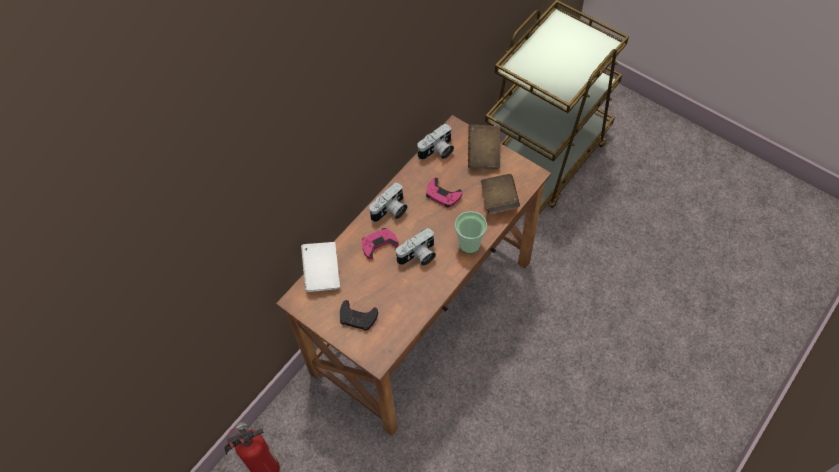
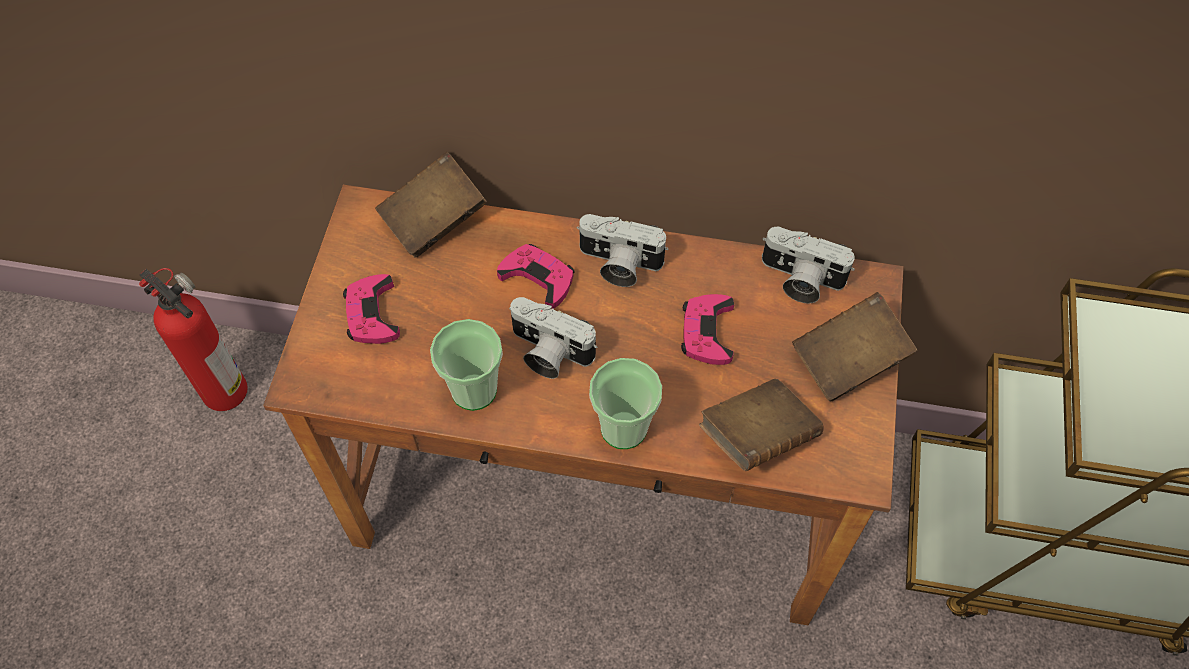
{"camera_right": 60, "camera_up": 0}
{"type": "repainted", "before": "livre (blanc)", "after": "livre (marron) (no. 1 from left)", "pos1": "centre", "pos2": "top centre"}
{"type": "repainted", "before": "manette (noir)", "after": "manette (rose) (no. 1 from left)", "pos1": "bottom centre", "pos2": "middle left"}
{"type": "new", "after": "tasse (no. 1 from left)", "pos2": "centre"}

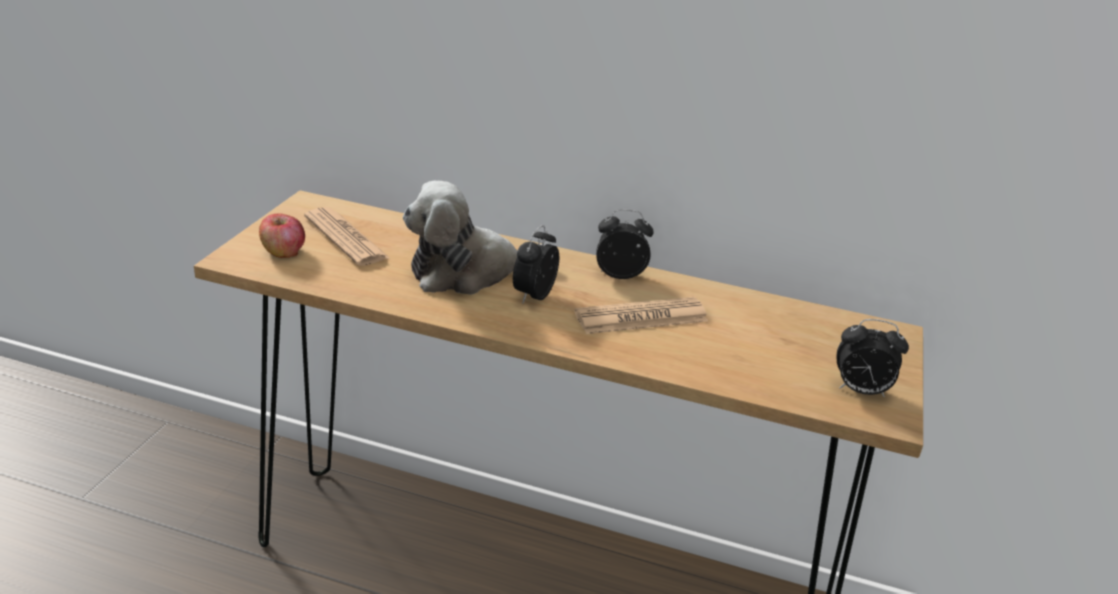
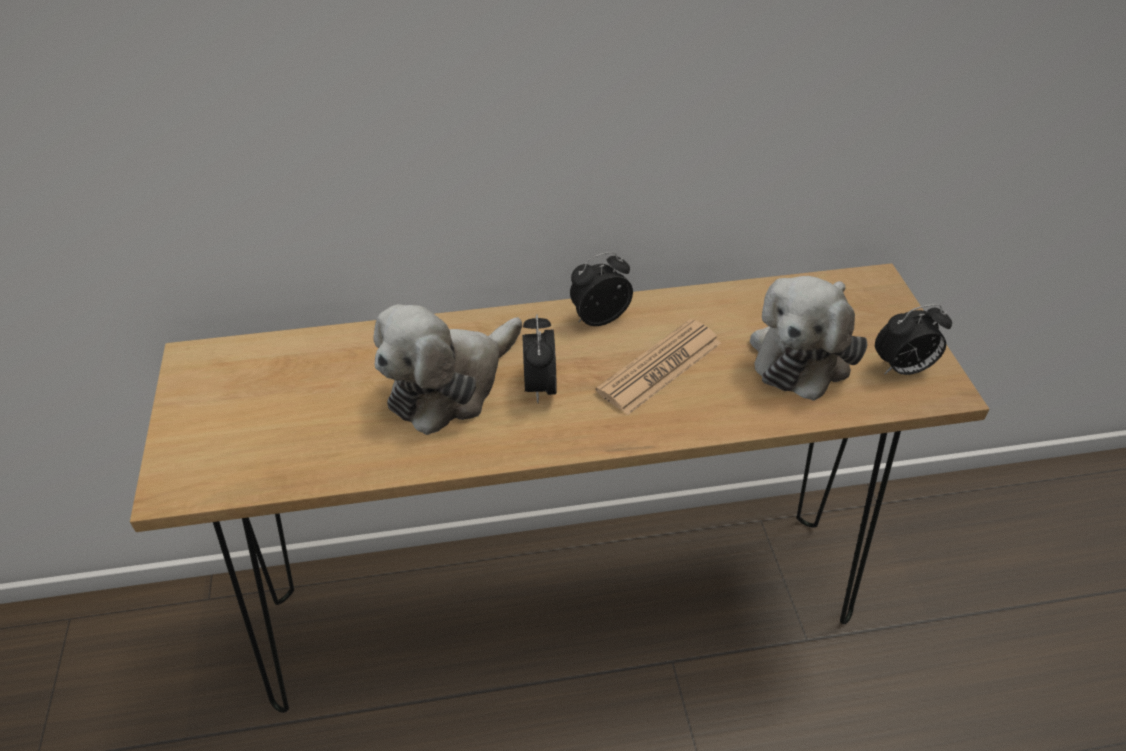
{"camera_right": -25, "camera_up": 15}
{"type": "gone", "before": "pomme", "pos1": "middle left"}
{"type": "gone", "before": "journal (no. 1 from left)", "pos1": "middle left"}
{"type": "new", "after": "peluche (no. 2 from left)", "pos2": "middle right"}

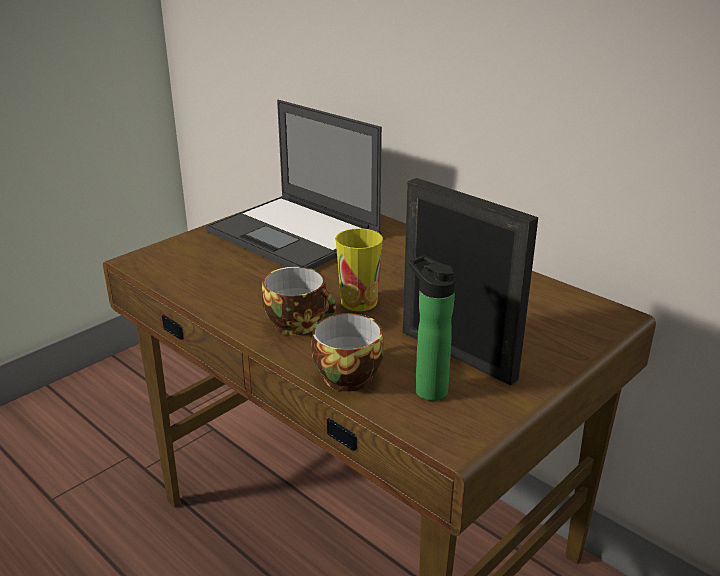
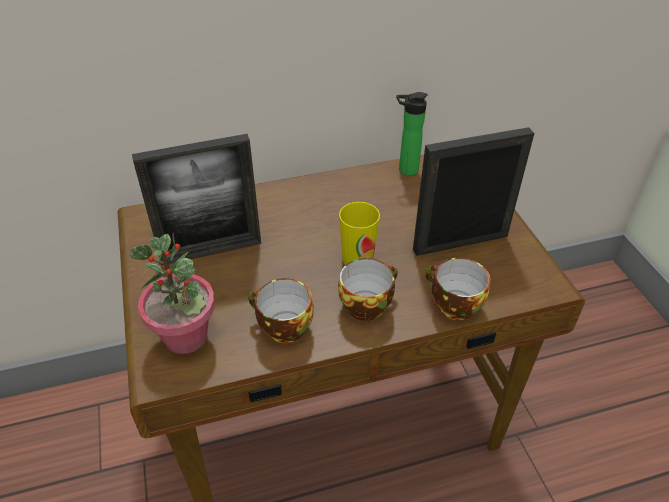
{"camera_right": -60, "camera_up": 15}
{"type": "swapped", "before": "ordinateur portable", "after": "cadre photo (no. 1 from left)", "pos1": "top centre", "pos2": "middle left"}
{"type": "shifted", "before": "bouteille", "pos1": "centre", "pos2": "top centre"}
{"type": "new", "after": "plante en pot", "pos2": "middle left"}
{"type": "new", "after": "tasse (no. 1 from left)", "pos2": "centre"}

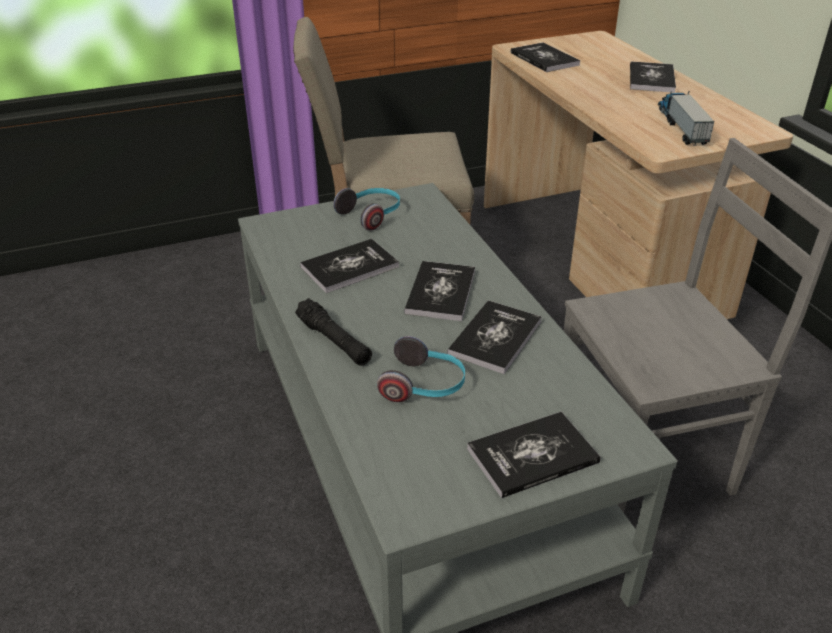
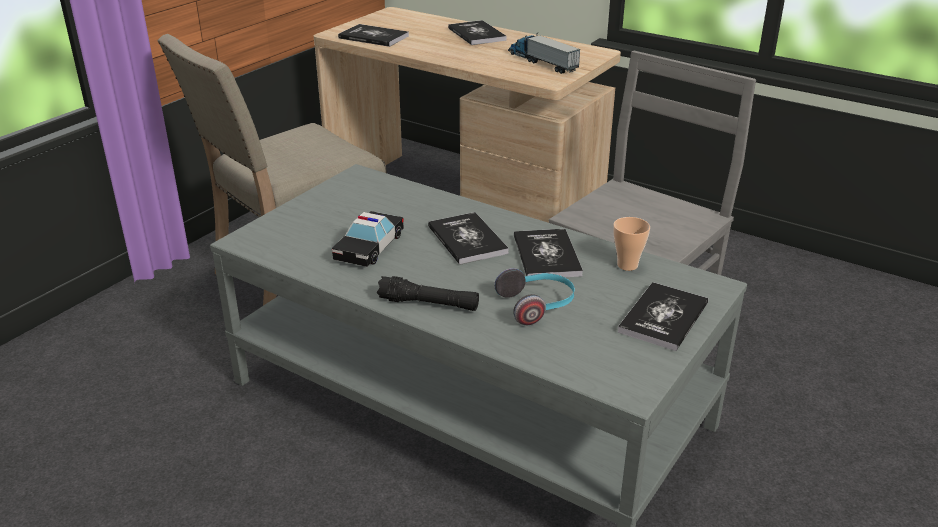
{"camera_right": -35, "camera_up": -5}
{"type": "swapped", "before": "livre (no. 1 from left)", "after": "petite voiture", "pos1": "centre", "pos2": "centre"}
{"type": "gone", "before": "casque audio (no. 1 from left)", "pos1": "top centre"}
{"type": "new", "after": "tasse", "pos2": "middle right"}

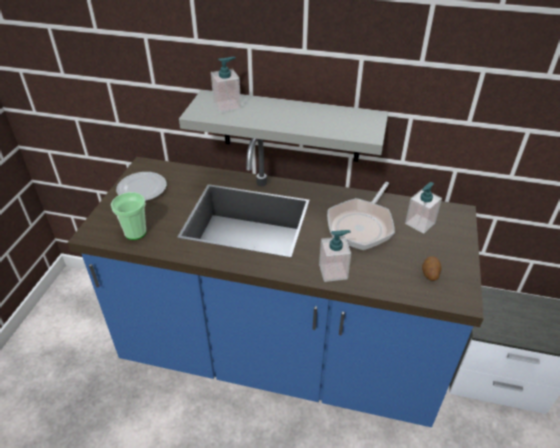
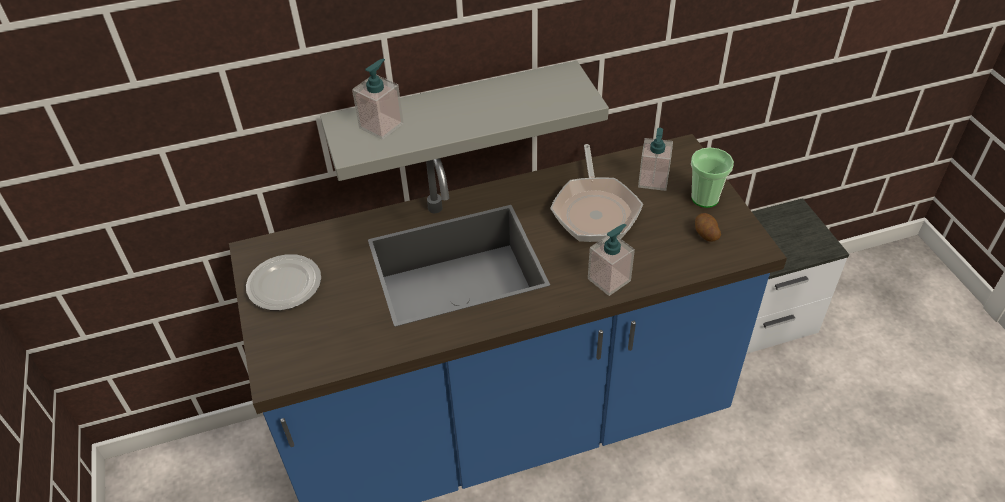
{"camera_right": -30, "camera_up": 5}
{"type": "shifted", "before": "tasse", "pos1": "middle left", "pos2": "middle right"}

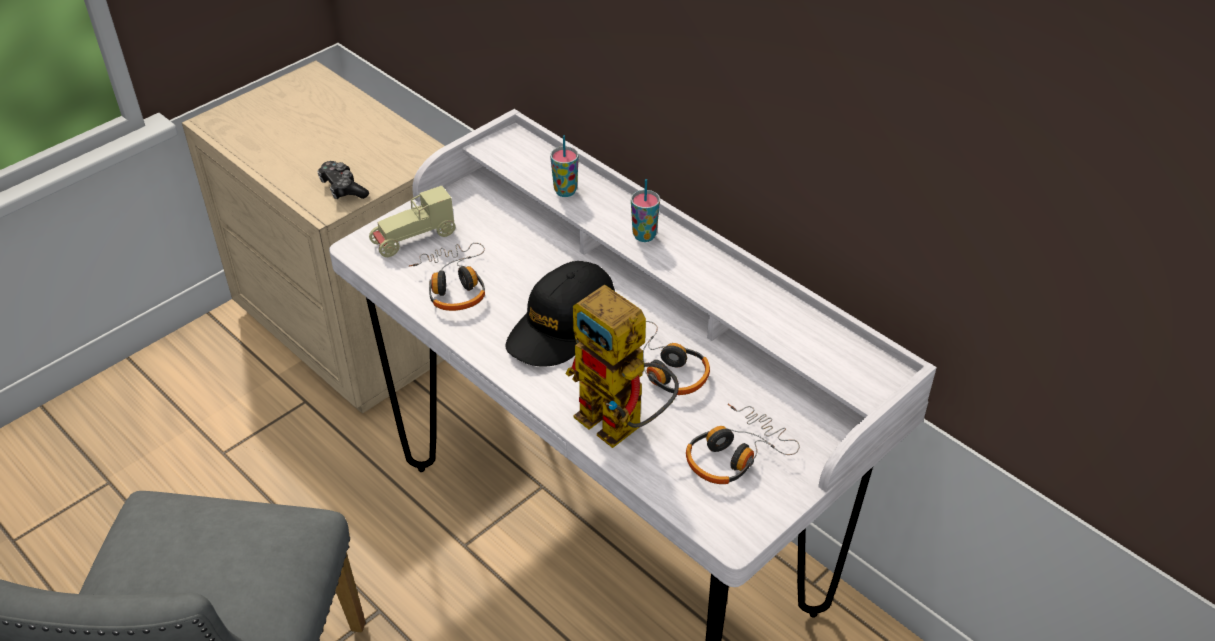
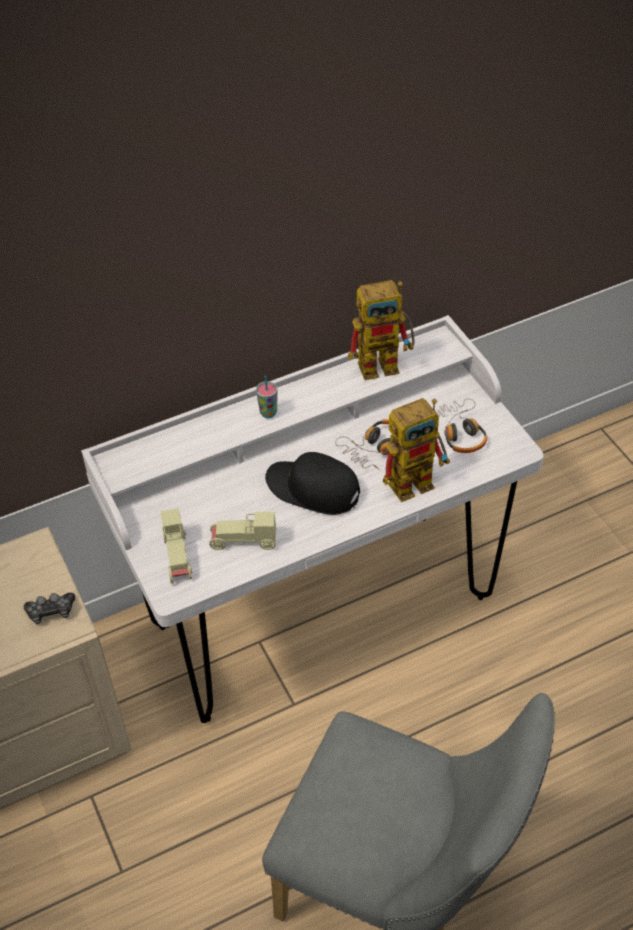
{"camera_right": -70, "camera_up": 5}
{"type": "swapped", "before": "casque audio (no. 1 from left)", "after": "petite voiture (beige) (no. 2 from left)", "pos1": "centre", "pos2": "centre"}
{"type": "rotated", "before": "casquette (noir)", "pos1": "centre", "pos2": "centre", "turn": 150}
{"type": "gone", "before": "tasse (no. 1 from left)", "pos1": "top centre"}
{"type": "new", "after": "robot jouet (no. 1 from left)", "pos2": "centre"}

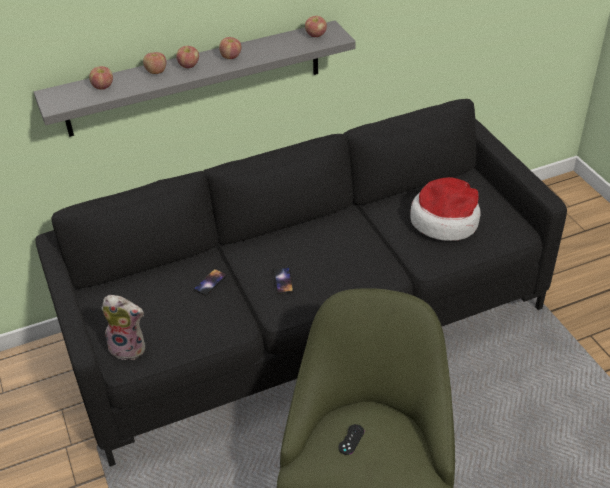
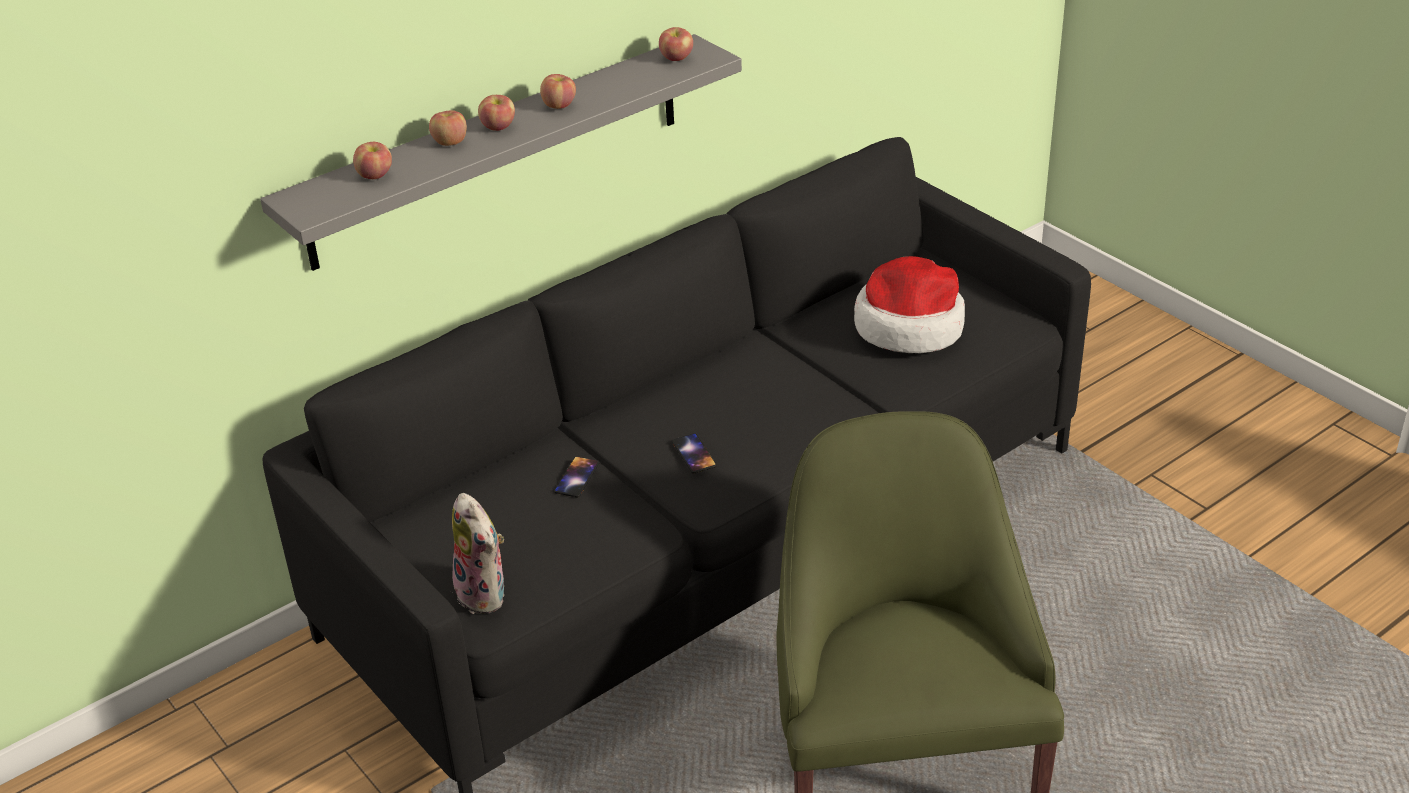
{"camera_right": -15, "camera_up": -5}
{"type": "rotated", "before": "peluche", "pos1": "bottom left", "pos2": "bottom centre", "turn": 60}
{"type": "gone", "before": "manette (noir)", "pos1": "bottom centre"}

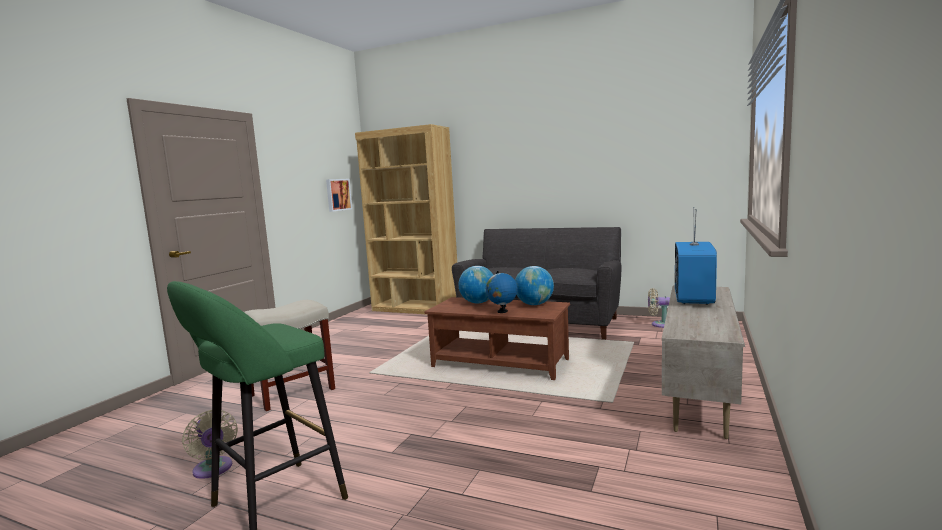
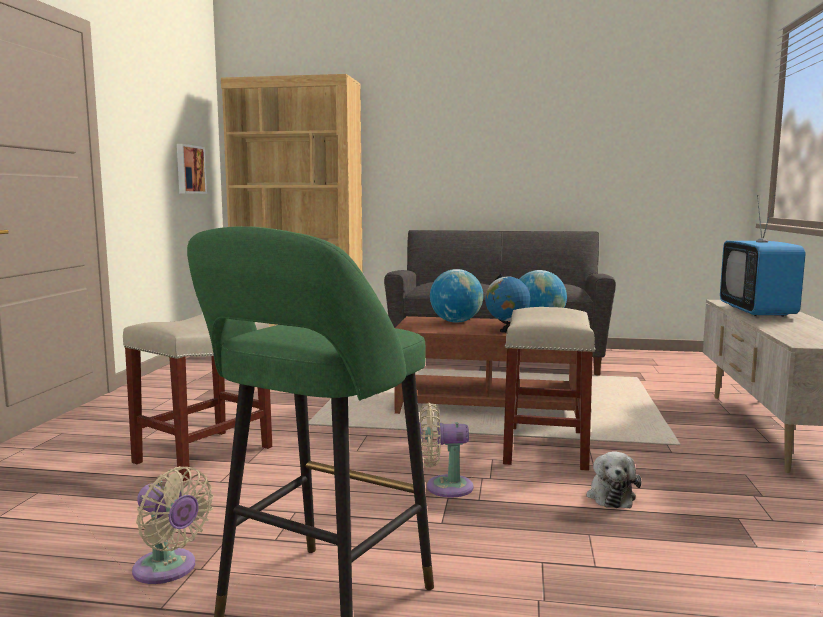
{"camera_right": -15, "camera_up": 0}
{"type": "shifted", "before": "ventilateur (beige) (no. 2 from left)", "pos1": "middle right", "pos2": "bottom centre"}
{"type": "new", "after": "tabouret (beige) (no. 2 from left)", "pos2": "middle right"}
{"type": "new", "after": "peluche", "pos2": "bottom right"}

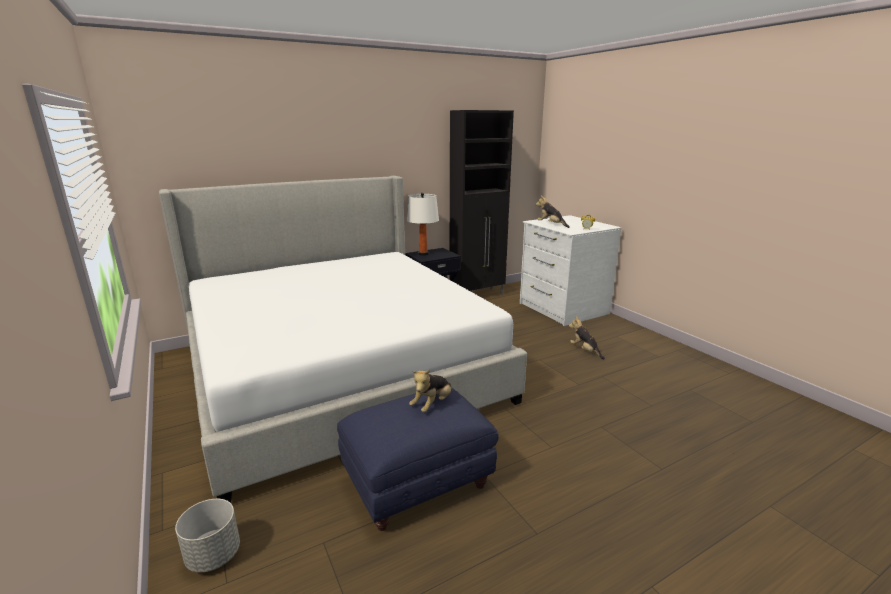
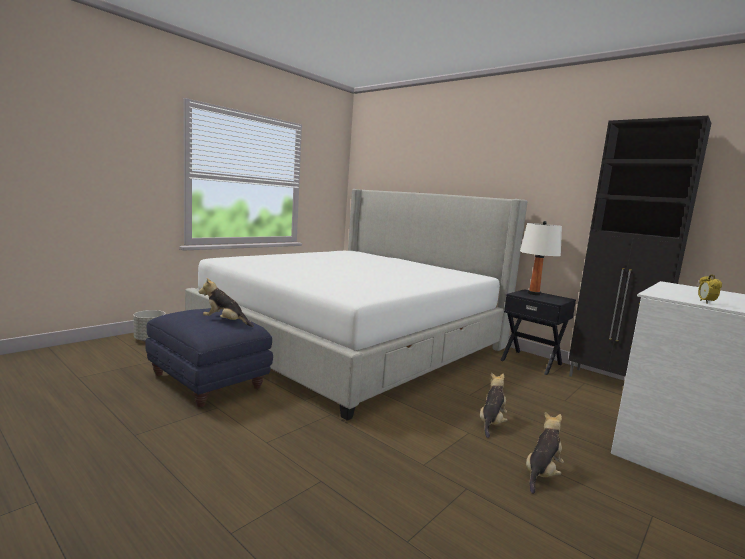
{"camera_right": 70, "camera_up": -10}
{"type": "shifted", "before": "peluche (no. 2 from left)", "pos1": "centre", "pos2": "bottom centre"}

